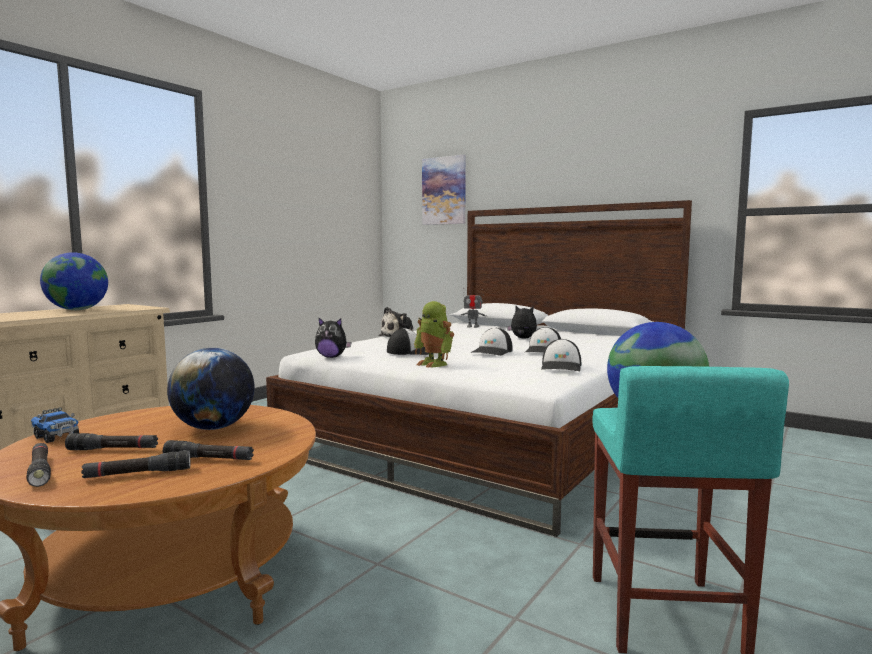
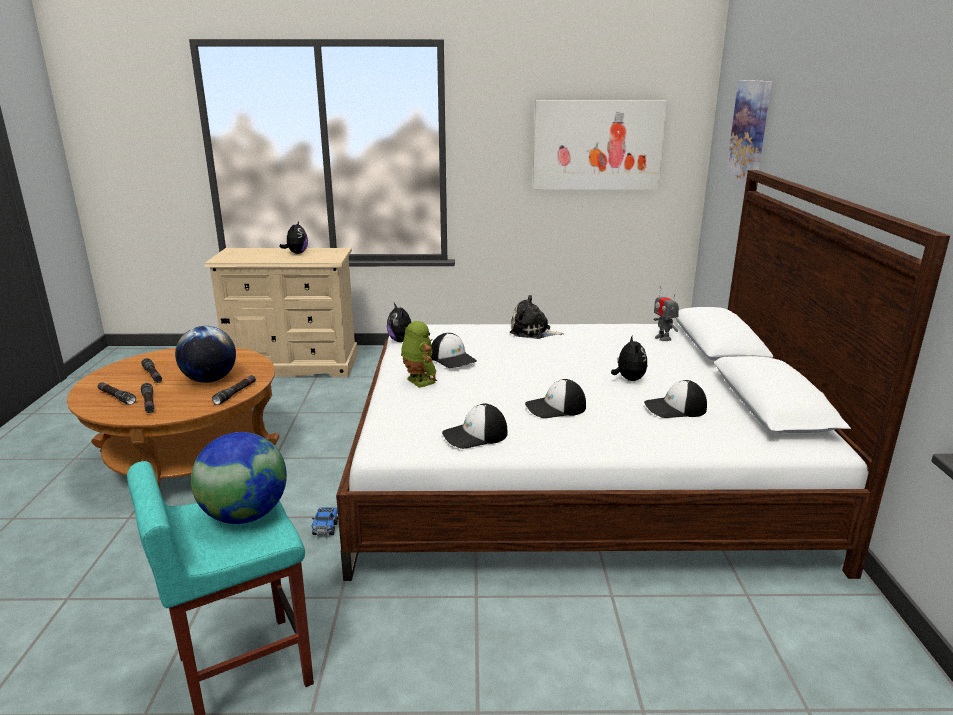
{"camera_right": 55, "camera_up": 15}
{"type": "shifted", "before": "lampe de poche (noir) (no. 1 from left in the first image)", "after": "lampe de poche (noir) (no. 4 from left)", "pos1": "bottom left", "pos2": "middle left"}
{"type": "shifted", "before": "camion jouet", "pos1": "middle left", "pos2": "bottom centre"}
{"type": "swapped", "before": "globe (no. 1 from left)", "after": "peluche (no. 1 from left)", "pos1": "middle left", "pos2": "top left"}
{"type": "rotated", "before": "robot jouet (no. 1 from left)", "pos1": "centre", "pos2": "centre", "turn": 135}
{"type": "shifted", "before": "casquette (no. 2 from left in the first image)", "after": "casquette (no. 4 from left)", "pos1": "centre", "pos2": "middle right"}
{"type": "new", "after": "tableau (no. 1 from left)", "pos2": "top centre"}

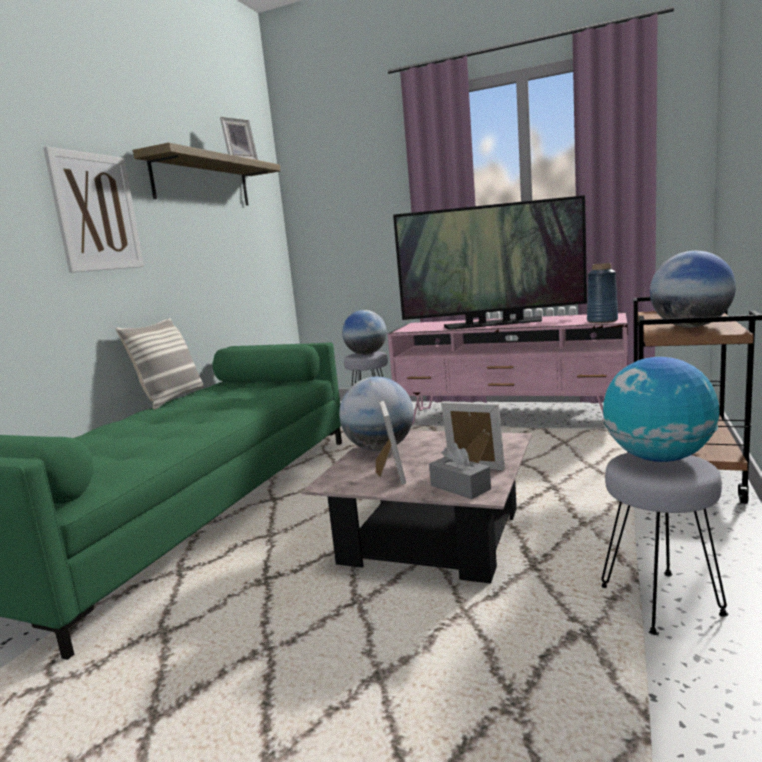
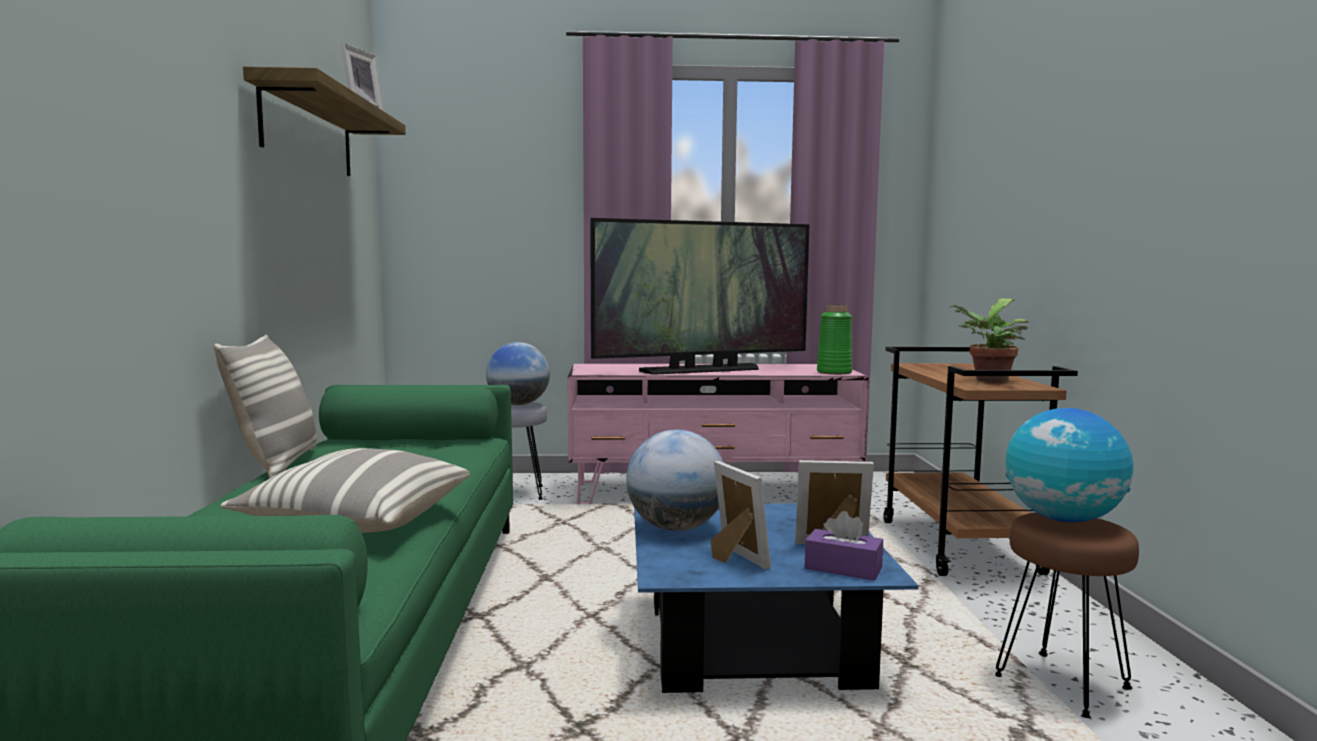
{"camera_right": -25, "camera_up": -5}
{"type": "gone", "before": "tableau", "pos1": "top left"}
{"type": "repainted", "before": "table basse (rose)", "after": "table basse (bleu)", "pos1": "centre", "pos2": "bottom centre"}
{"type": "repainted", "before": "boîte à mouchoirs (gris)", "after": "boîte à mouchoirs (violet)", "pos1": "centre", "pos2": "bottom centre"}
{"type": "repainted", "before": "vase (bleu)", "after": "vase (vert)", "pos1": "middle right", "pos2": "centre"}
{"type": "repainted", "before": "tabouret (gris) (no. 2 from left)", "after": "tabouret (marron)", "pos1": "bottom right", "pos2": "bottom right"}
{"type": "swapped", "before": "globe (no. 4 from left)", "after": "plante en pot", "pos1": "middle right", "pos2": "middle right"}
{"type": "new", "after": "coussin (no. 2 from left)", "pos2": "middle left"}

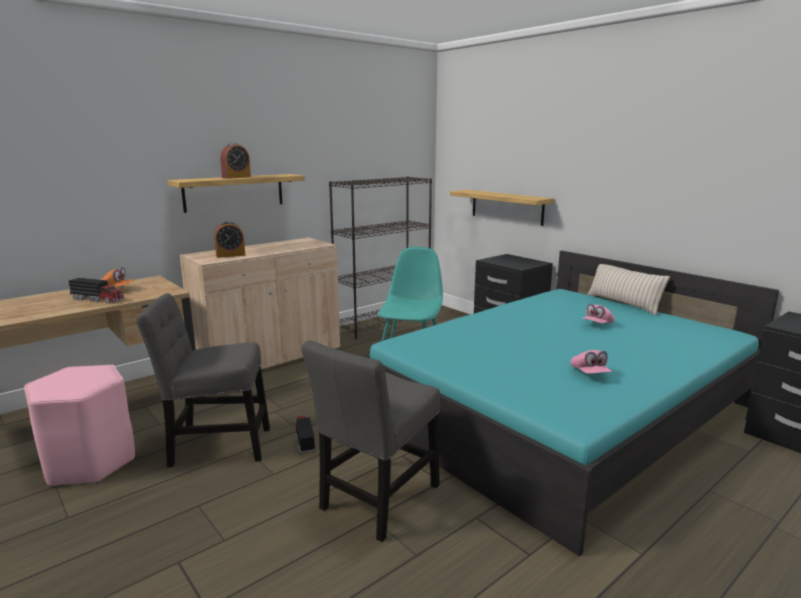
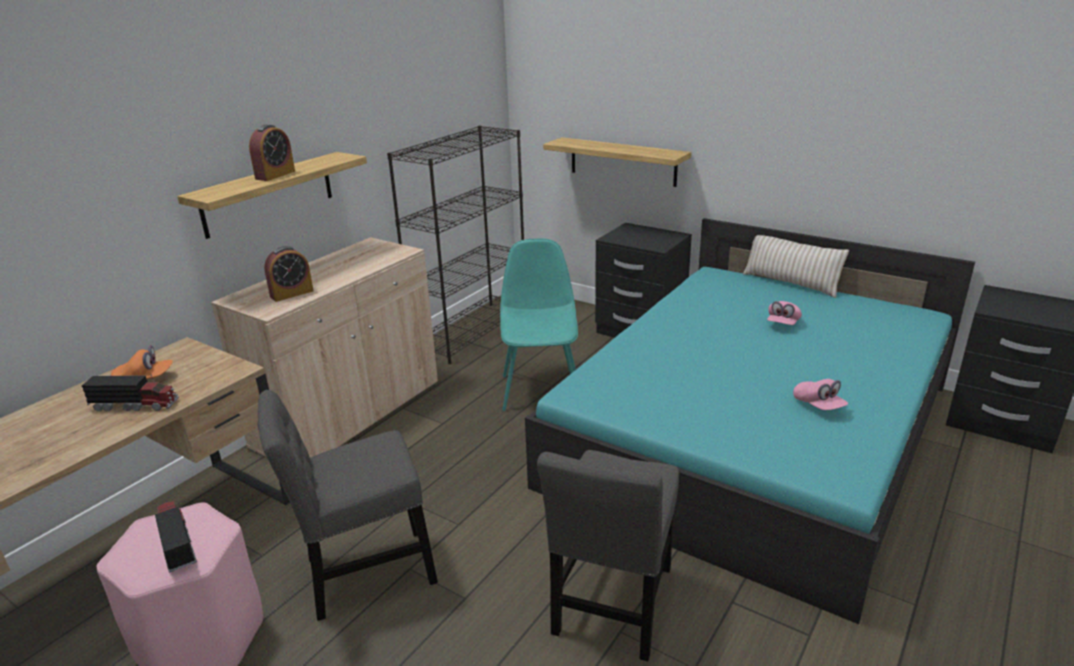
{"camera_right": -15, "camera_up": 10}
{"type": "shifted", "before": "camion jouet (no. 2 from left)", "pos1": "bottom centre", "pos2": "bottom left"}

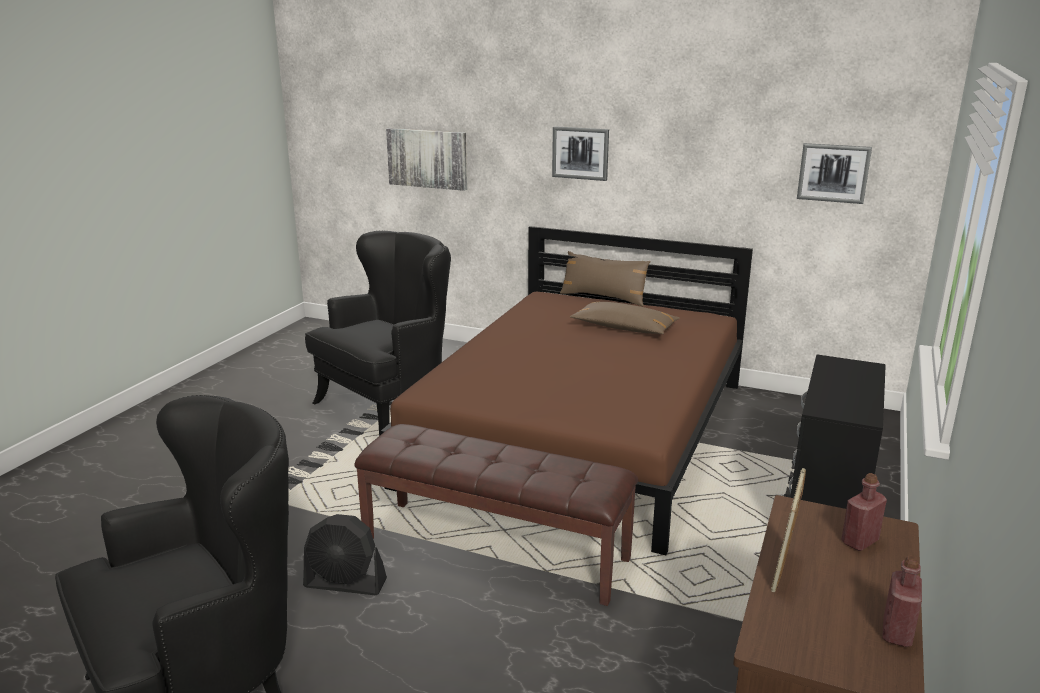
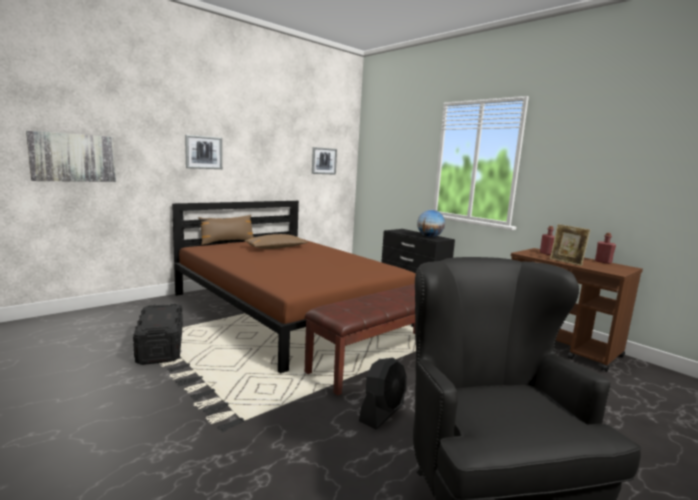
{"camera_right": -65, "camera_up": -10}
{"type": "swapped", "before": "fauteuil (noir) (no. 2 from left)", "after": "boîte de rangement (noir)", "pos1": "centre", "pos2": "bottom left"}
{"type": "new", "after": "globe", "pos2": "centre"}

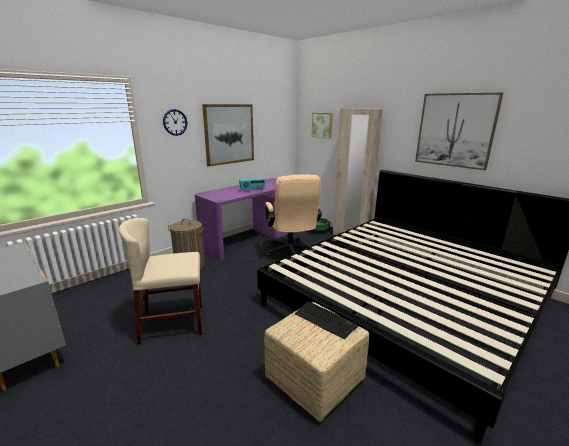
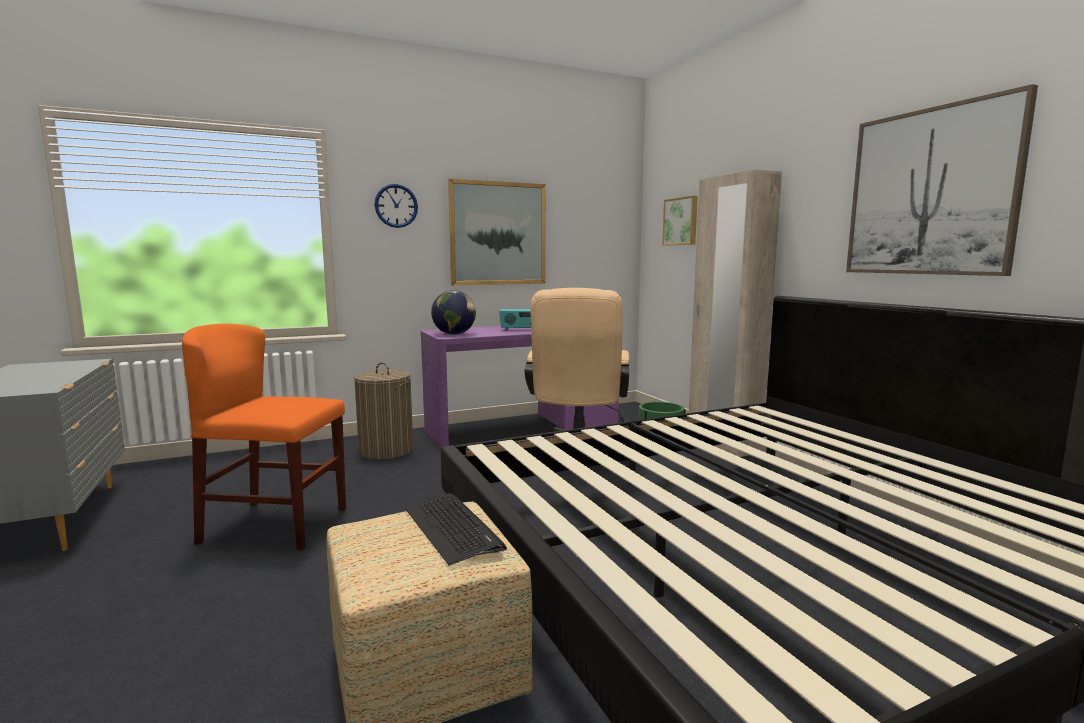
{"camera_right": 20, "camera_up": -10}
{"type": "repainted", "before": "chaise (beige)", "after": "chaise (orange)", "pos1": "middle left", "pos2": "middle left"}
{"type": "new", "after": "globe", "pos2": "centre"}

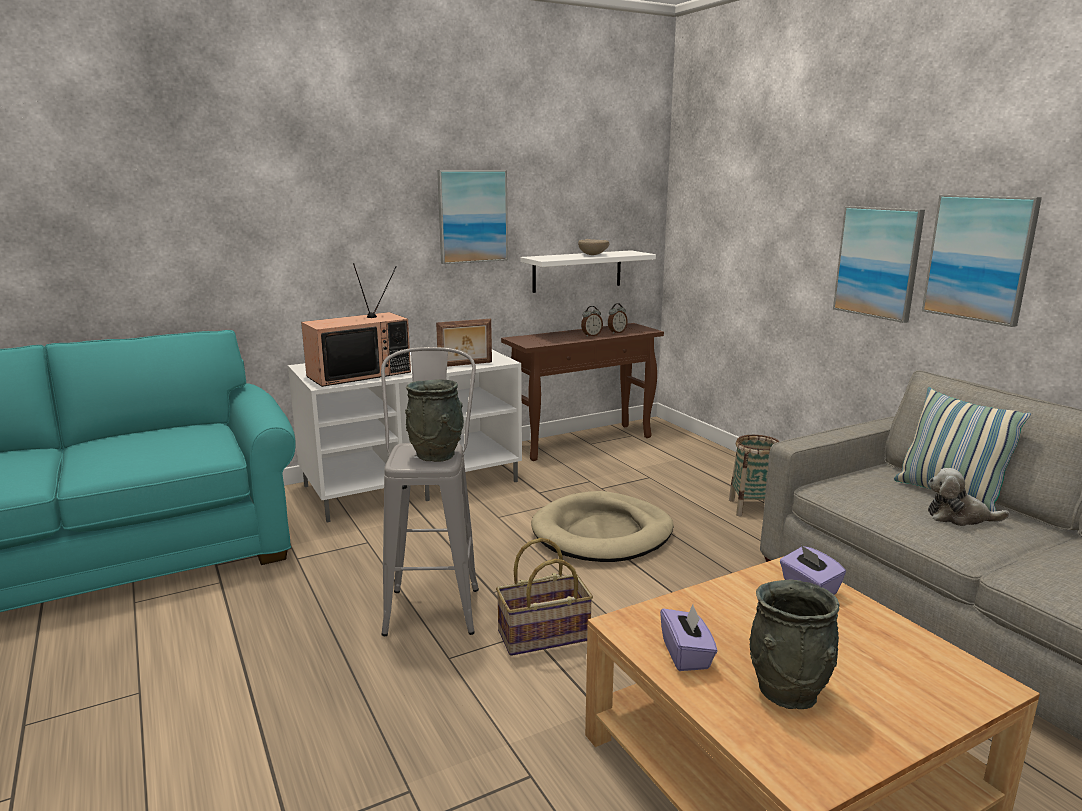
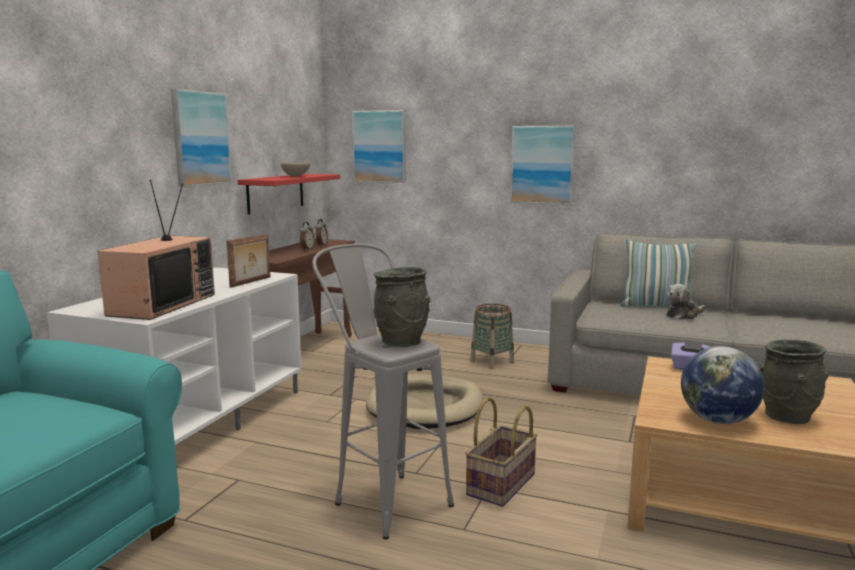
{"camera_right": -40, "camera_up": -5}
{"type": "repainted", "before": "étagère (blanc)", "after": "étagère (rouge)", "pos1": "centre", "pos2": "centre"}
{"type": "swapped", "before": "boîte à mouchoirs (violet) (no. 1 from left)", "after": "globe", "pos1": "bottom centre", "pos2": "bottom right"}
{"type": "shifted", "before": "tableau (no. 3 from left in the first image)", "after": "tableau (no. 2 from left)", "pos1": "top right", "pos2": "top centre"}

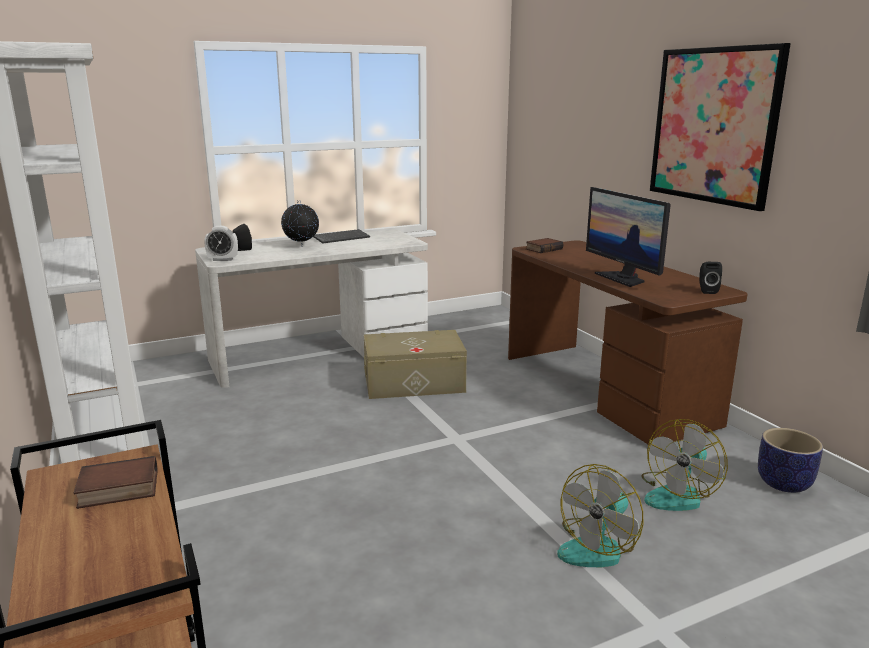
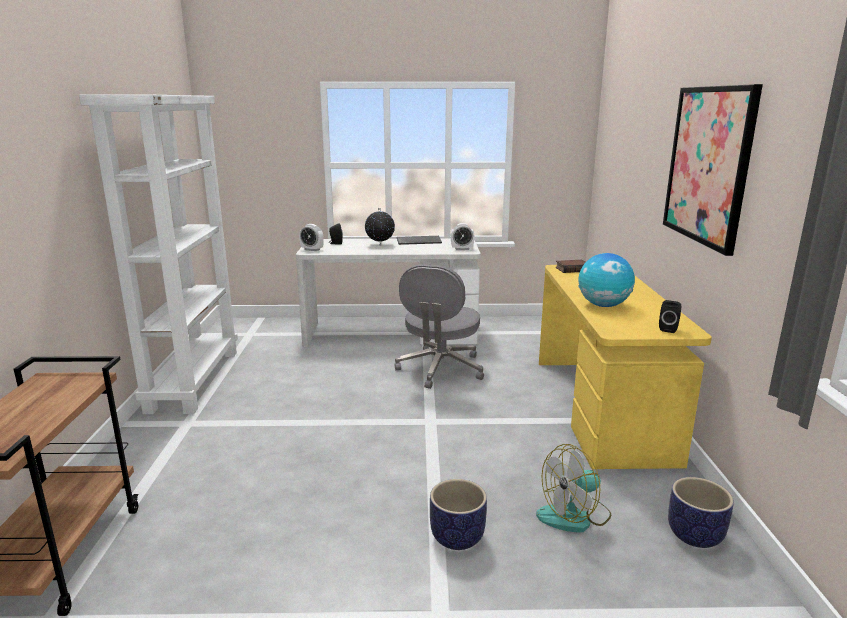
{"camera_right": 25, "camera_up": 0}
{"type": "gone", "before": "livre (no. 1 from left)", "pos1": "bottom left"}
{"type": "swapped", "before": "boîte de rangement (beige)", "after": "chaise de bureau (gris)", "pos1": "centre", "pos2": "centre"}
{"type": "repainted", "before": "bureau (marron)", "after": "bureau (jaune)", "pos1": "middle right", "pos2": "middle right"}
{"type": "swapped", "before": "ventilateur (no. 1 from left)", "after": "cache-pot (no. 1 from left)", "pos1": "bottom right", "pos2": "bottom centre"}
{"type": "swapped", "before": "écran d'ordinateur", "after": "globe (no. 2 from left)", "pos1": "middle right", "pos2": "middle right"}
{"type": "new", "after": "réveil (no. 2 from left)", "pos2": "centre"}

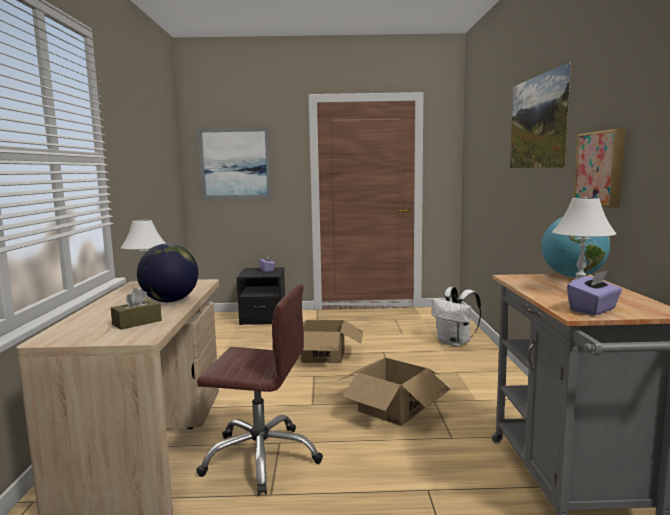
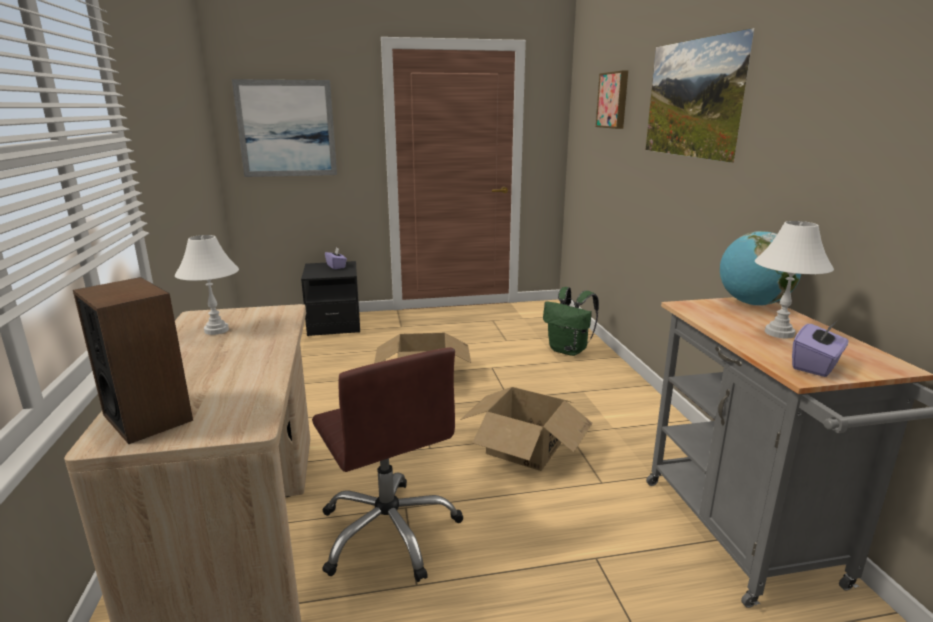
{"camera_right": -10, "camera_up": 10}
{"type": "gone", "before": "boîte à mouchoirs (marron)", "pos1": "middle left"}
{"type": "gone", "before": "globe (no. 1 from left)", "pos1": "middle left"}
{"type": "rotated", "before": "chaise de bureau (marron)", "pos1": "bottom centre", "pos2": "bottom centre", "turn": 60}
{"type": "repainted", "before": "sac à dos (blanc)", "after": "sac à dos (vert)", "pos1": "middle right", "pos2": "centre"}
{"type": "shifted", "before": "tableau (no. 3 from left in the first image)", "after": "tableau (no. 2 from left)", "pos1": "top right", "pos2": "top centre"}
{"type": "new", "after": "enceinte", "pos2": "middle left"}

